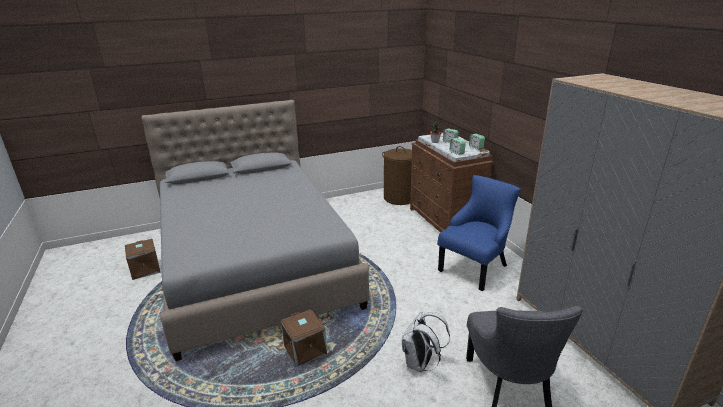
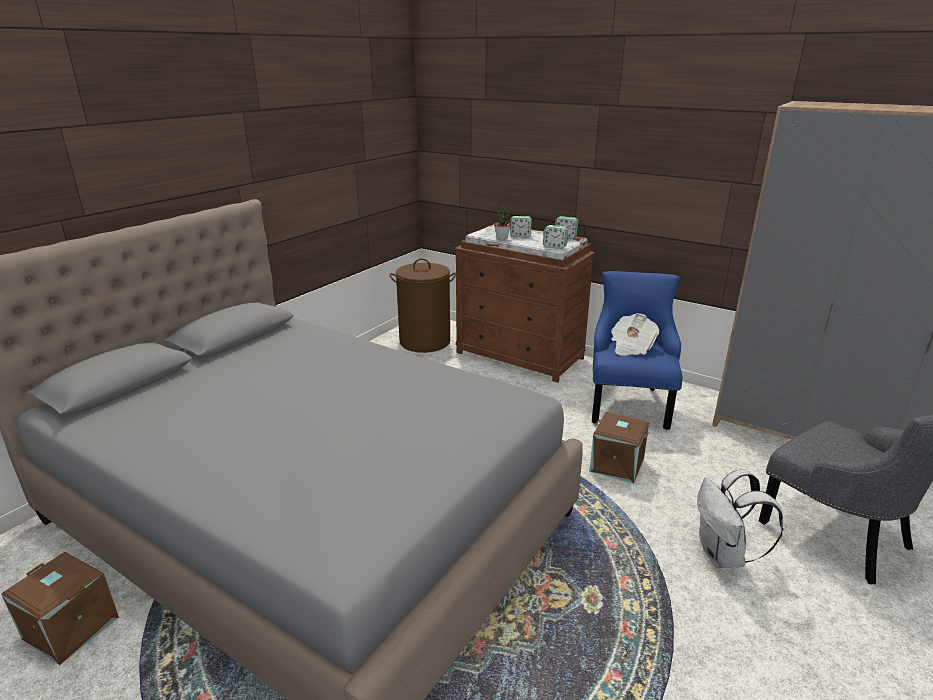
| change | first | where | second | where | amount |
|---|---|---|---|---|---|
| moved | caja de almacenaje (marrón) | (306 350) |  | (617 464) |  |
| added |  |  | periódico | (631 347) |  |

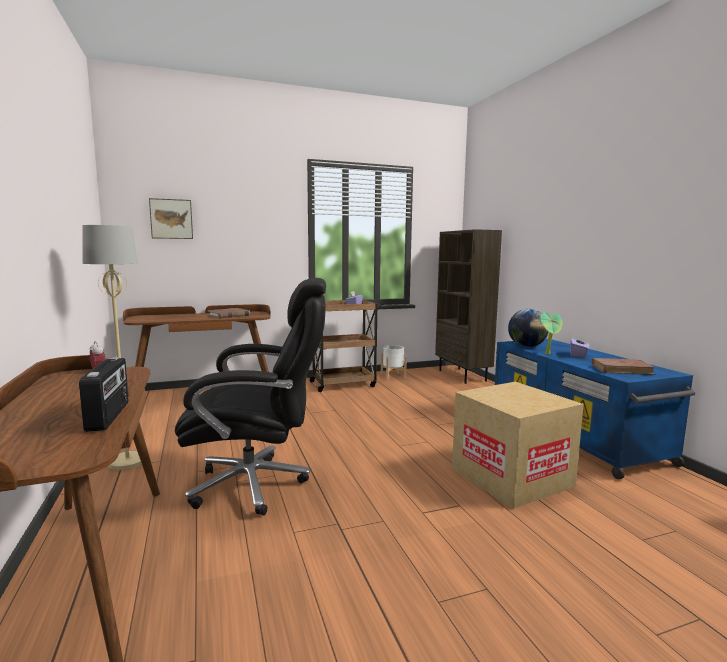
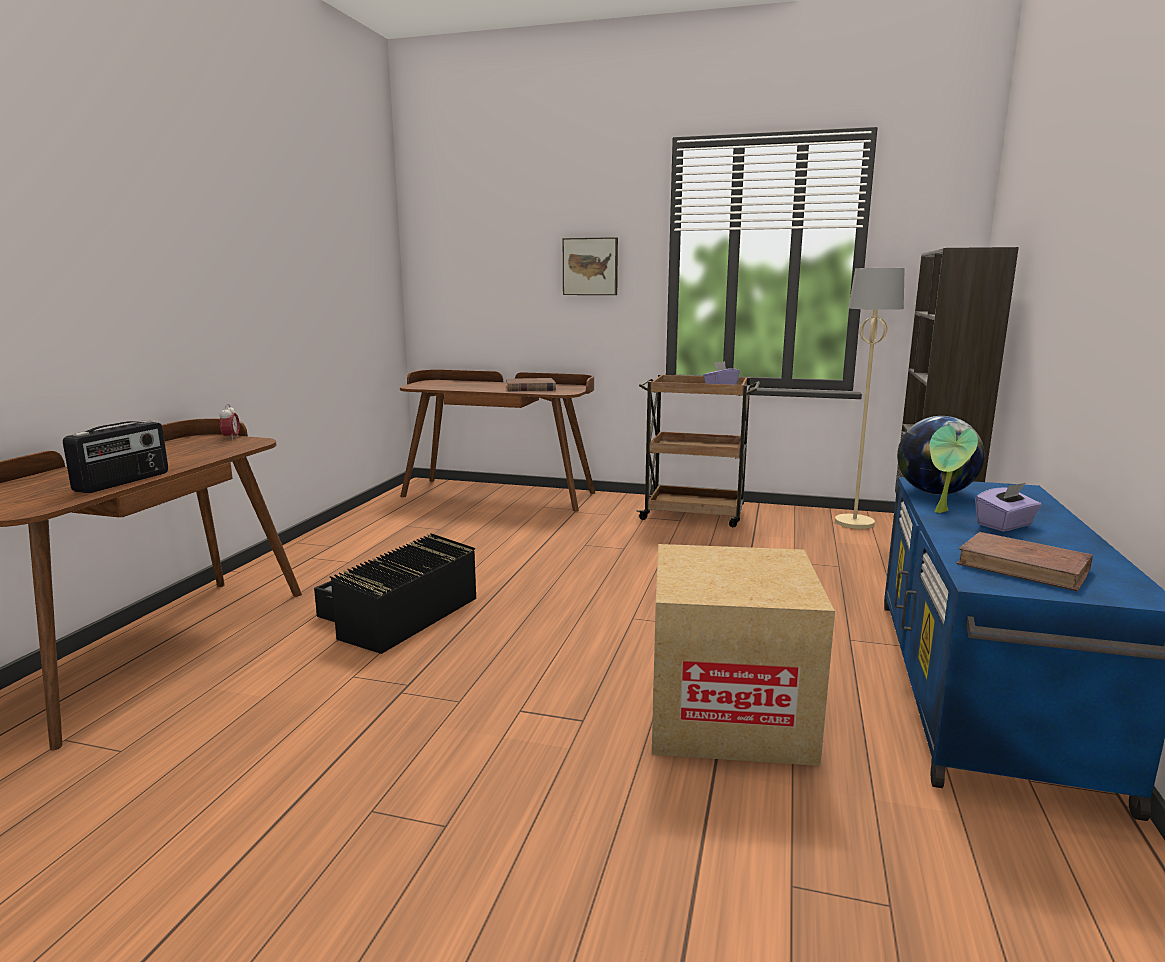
| change | first | where | second | where | amount |
|---|---|---|---|---|---|
| moved | lámpara de pie (beis) | (127 461) |  | (854 523) |  |
| moved | cuadro | (171 219) |  | (590 266) |  |
| replaced | silla de oficina (negro) | (257 485) | caja de almacenaje (negro) | (395 615) |  |
| removed | maceta (blanco) | (393 376) |  |  |  |

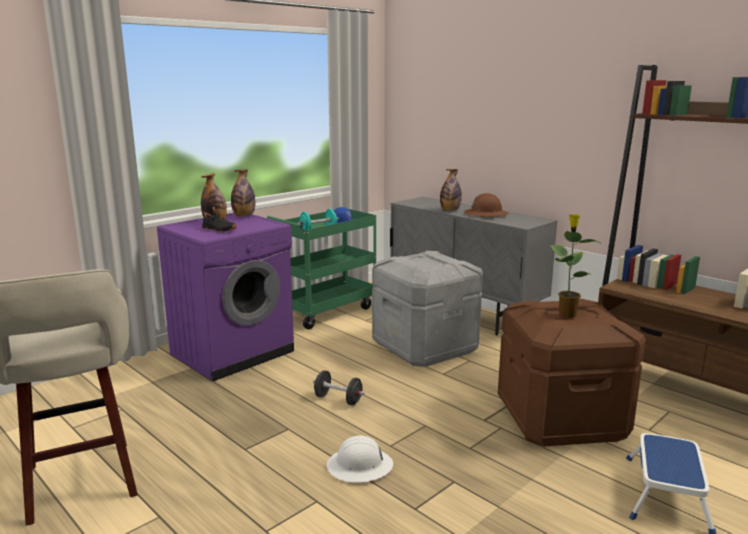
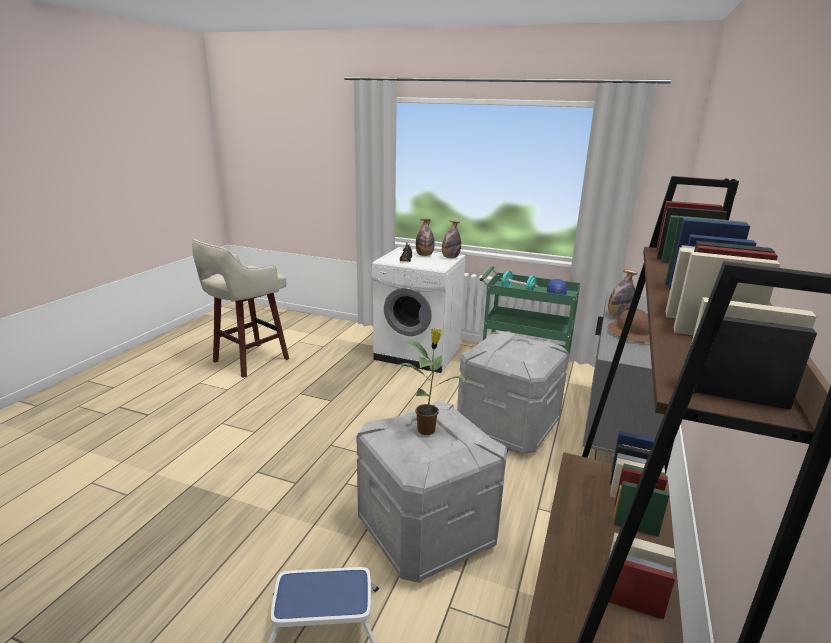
| change | first | where | second | where | amount |
|---|---|---|---|---|---|
| recoloured | lavadora (morado) | (234 353) | lavadora (blanco) | (417 354) |  |
| removed | mancuerna (negro) | (338 399) |  |  |  |
| removed | casco (blanco) | (360 466) |  |  |  |
| recoloured | caja de almacenaje (marrón) | (561 419) | caja de almacenaje (gris) | (427 532) |  |

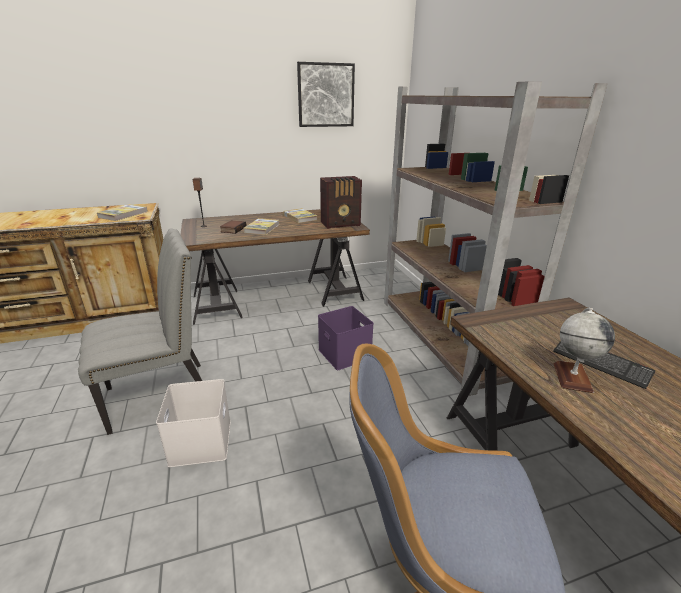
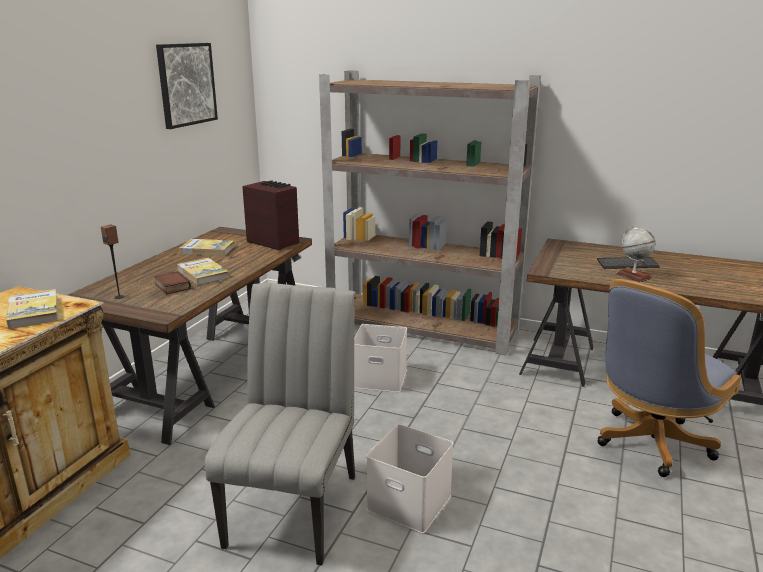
| change | first | where | second | where | amount |
|---|---|---|---|---|---|
| recoloured | caja de almacenaje (morado) | (346 354) | caja de almacenaje (blanco) | (381 377) |  |
| turned | radio | (341 224) |  | (273 242) | 75 degrees counterclockwise |

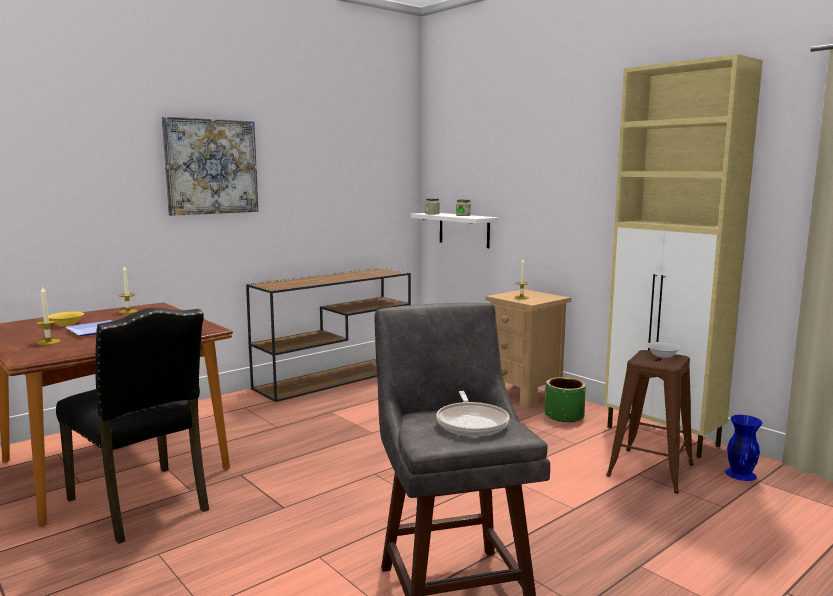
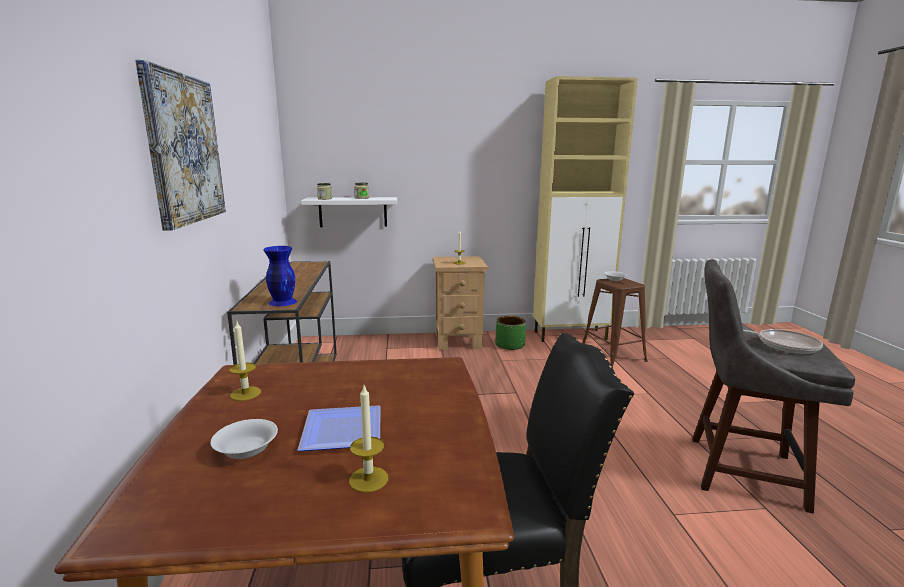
| change | first | where | second | where | amount |
|---|---|---|---|---|---|
| recoloured | cuenco (amarillo) | (66 324) | cuenco (blanco) | (246 450) |  |
| moved | florero (azul) | (740 474) |  | (282 302) |  |

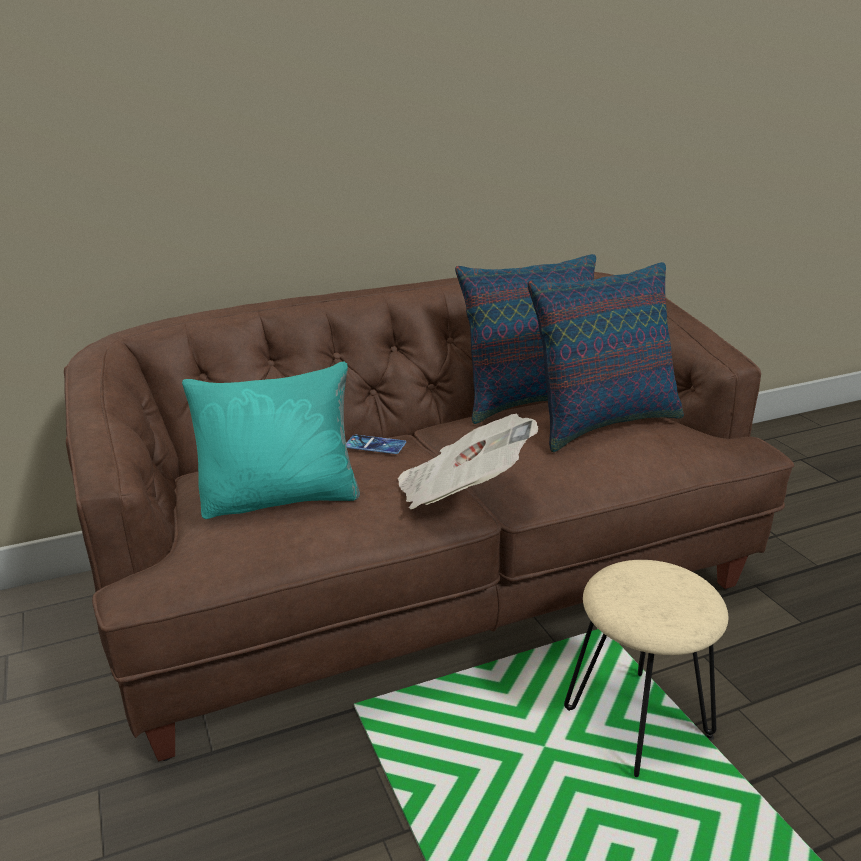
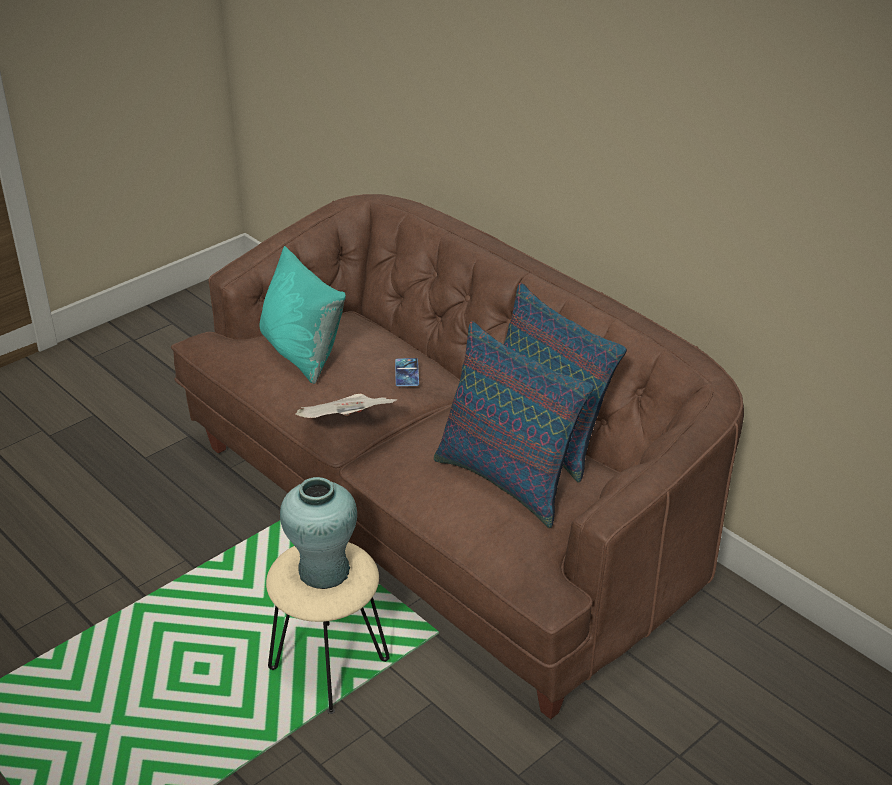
| change | first | where | second | where | amount |
|---|---|---|---|---|---|
| added |  |  | florero (turquesa) | (323 571) |  |

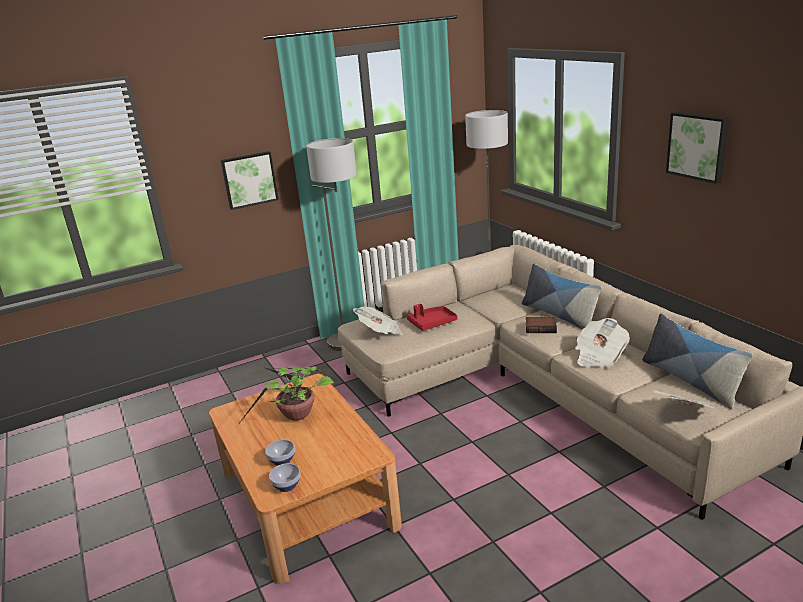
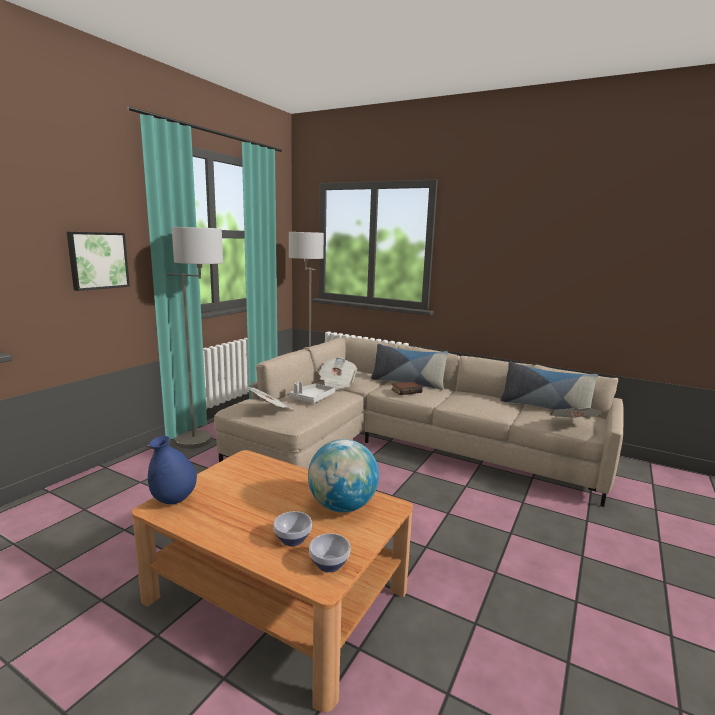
| change | first | where | second | where | amount |
|---|---|---|---|---|---|
| removed | planta en maceta | (296 417) |  |  |  |
| recoloured | bandeja (rojo) | (432 323) | bandeja (gris) | (312 398) |  |
| moved | periódico | (599 356) |  | (336 384) |  |
| removed | cuadro | (698 146) |  |  |  |
| added |  |  | florero (azul) | (174 500) |  |
| added |  |  | globo terráqueo | (342 506) |  |

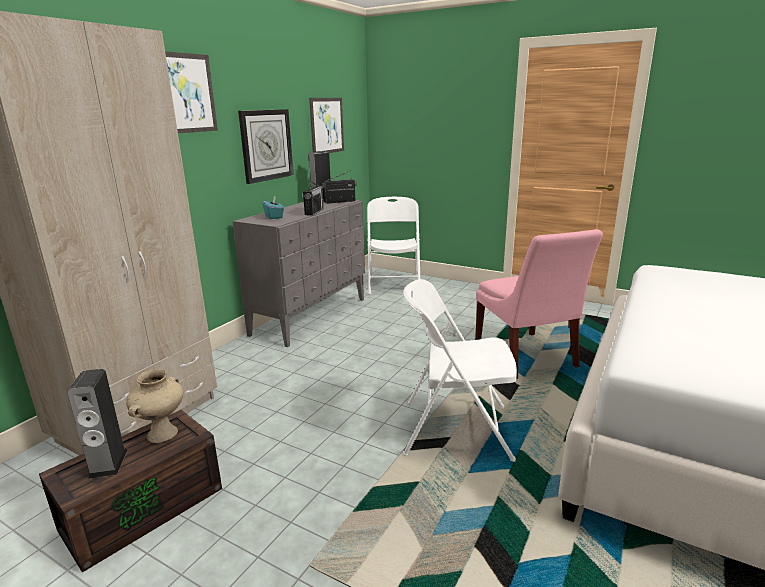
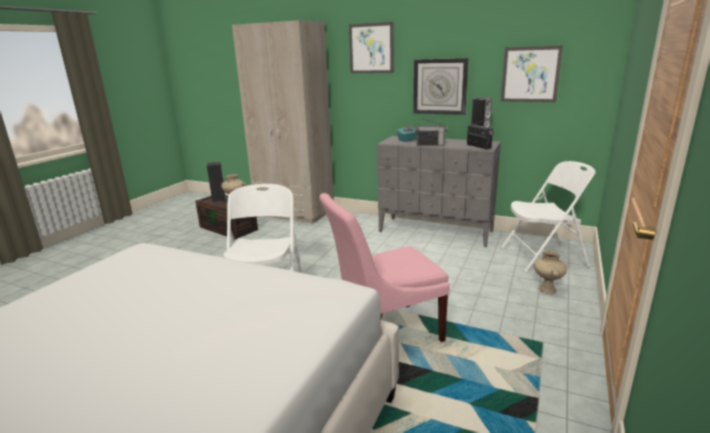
| change | first | where | second | where | amount |
|---|---|---|---|---|---|
| added |  |  | florero (beis) | (546 289) |  |

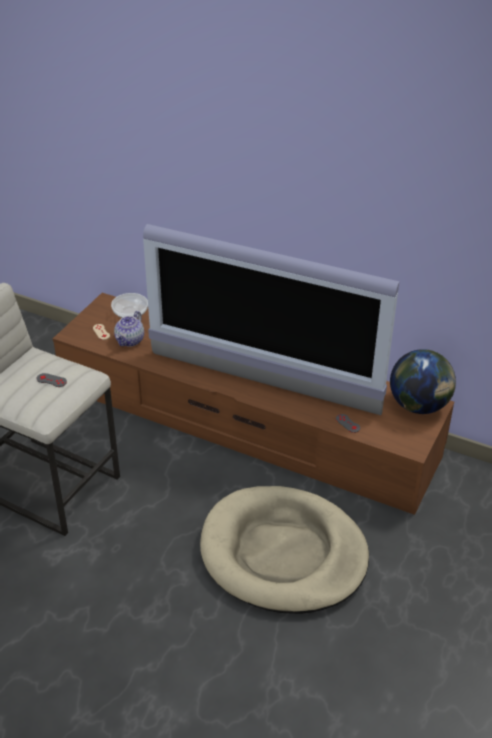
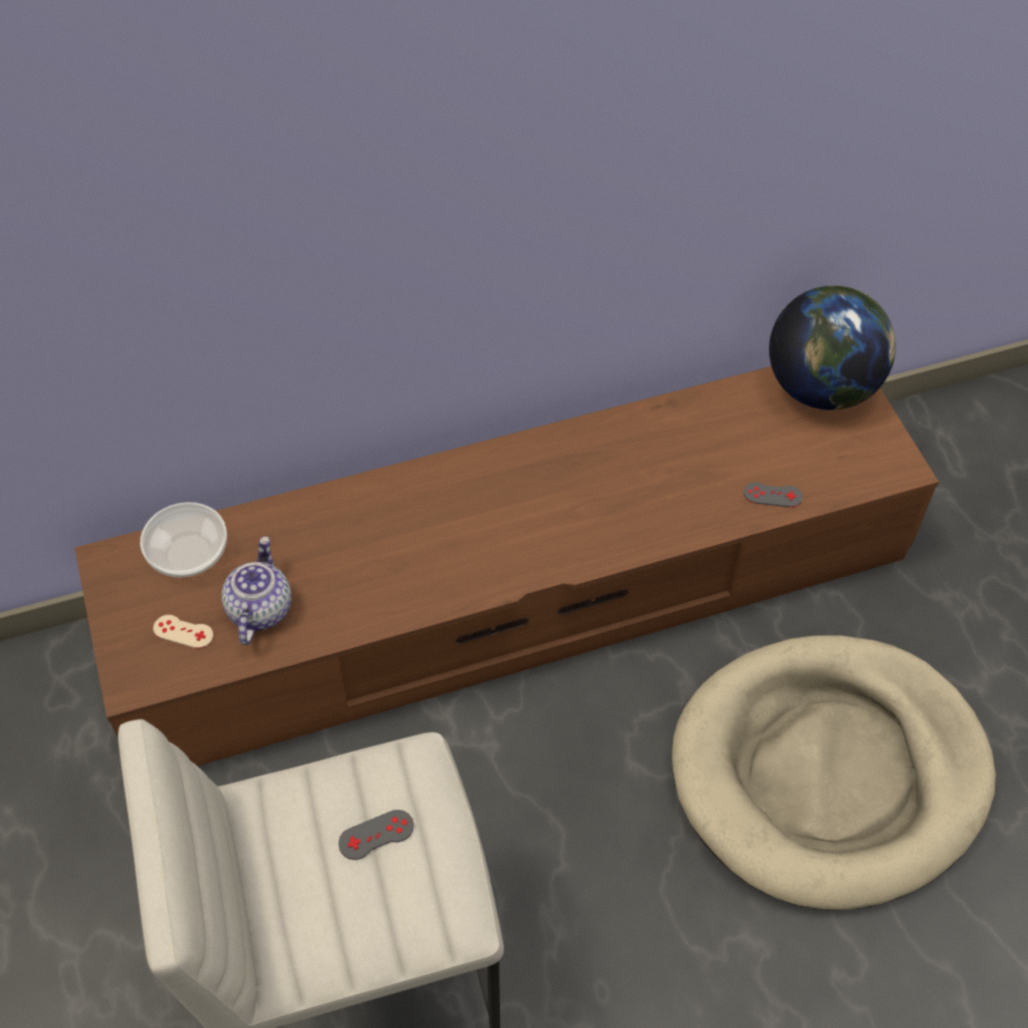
| change | first | where | second | where | amount |
|---|---|---|---|---|---|
| turned | tetera | (130 340) |  | (259 609) | 150 degrees counterclockwise |
| removed | televisor | (262 384) |  |  |  |

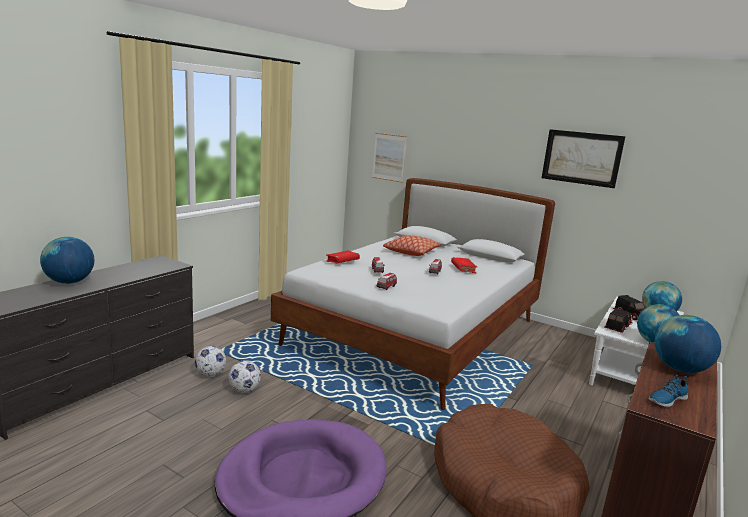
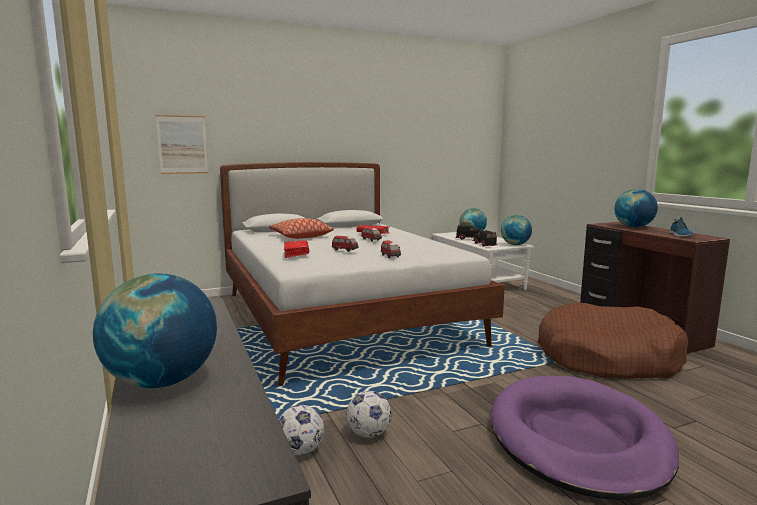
| change | first | where | second | where | amount |
|---|---|---|---|---|---|
| removed | cuadro | (581 158) |  |  |  |

